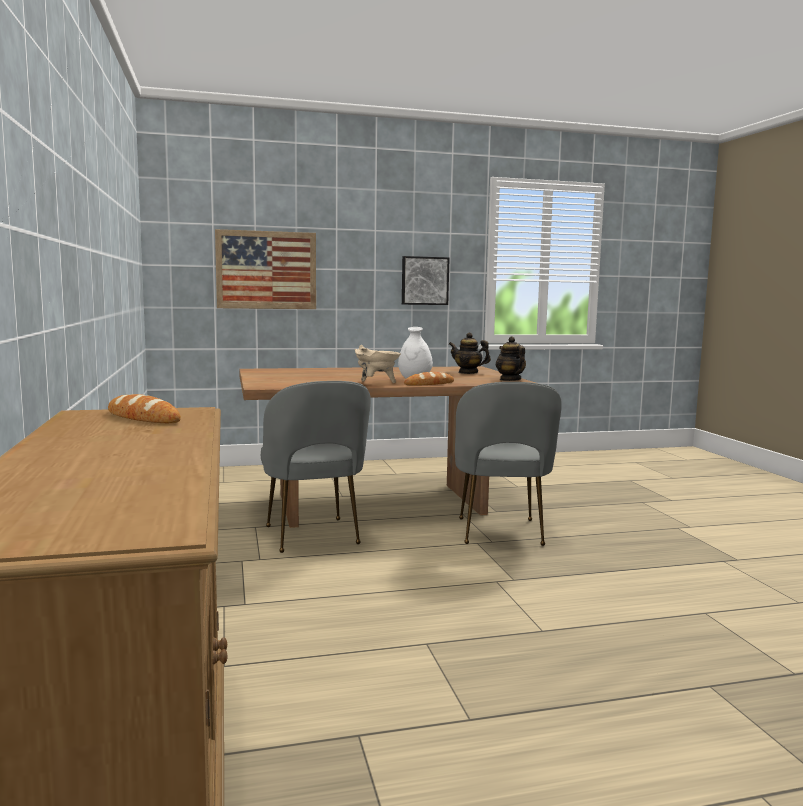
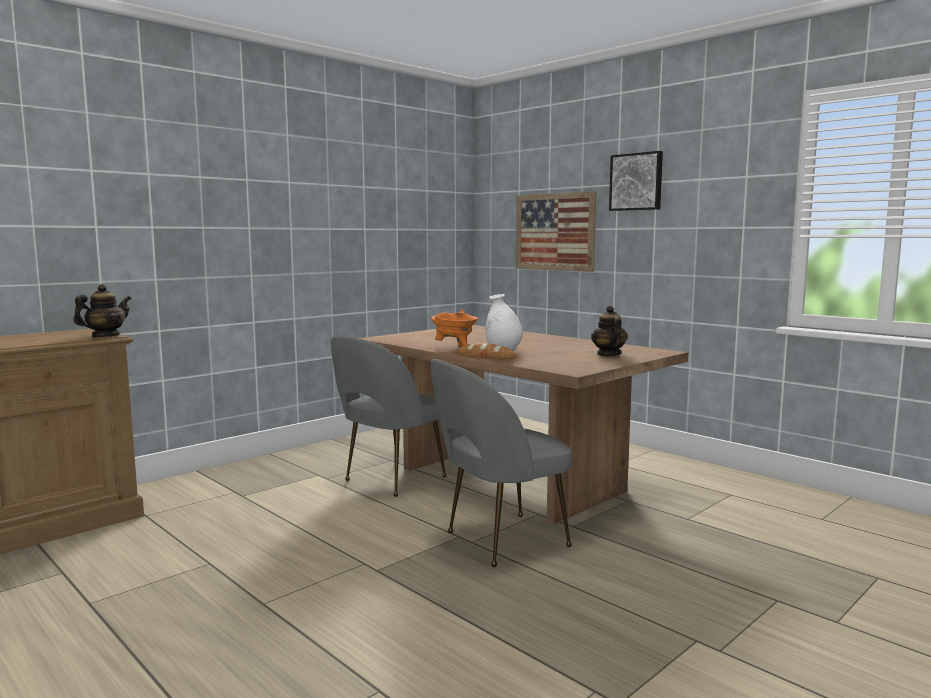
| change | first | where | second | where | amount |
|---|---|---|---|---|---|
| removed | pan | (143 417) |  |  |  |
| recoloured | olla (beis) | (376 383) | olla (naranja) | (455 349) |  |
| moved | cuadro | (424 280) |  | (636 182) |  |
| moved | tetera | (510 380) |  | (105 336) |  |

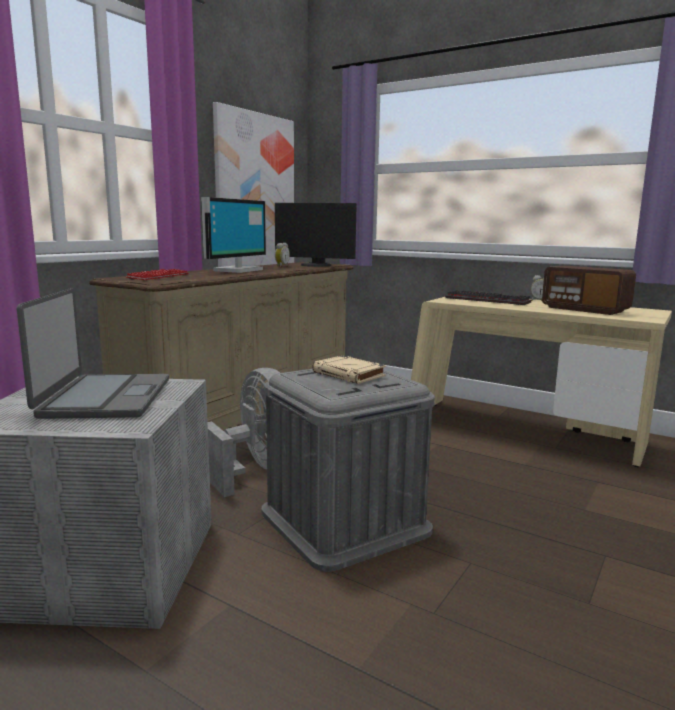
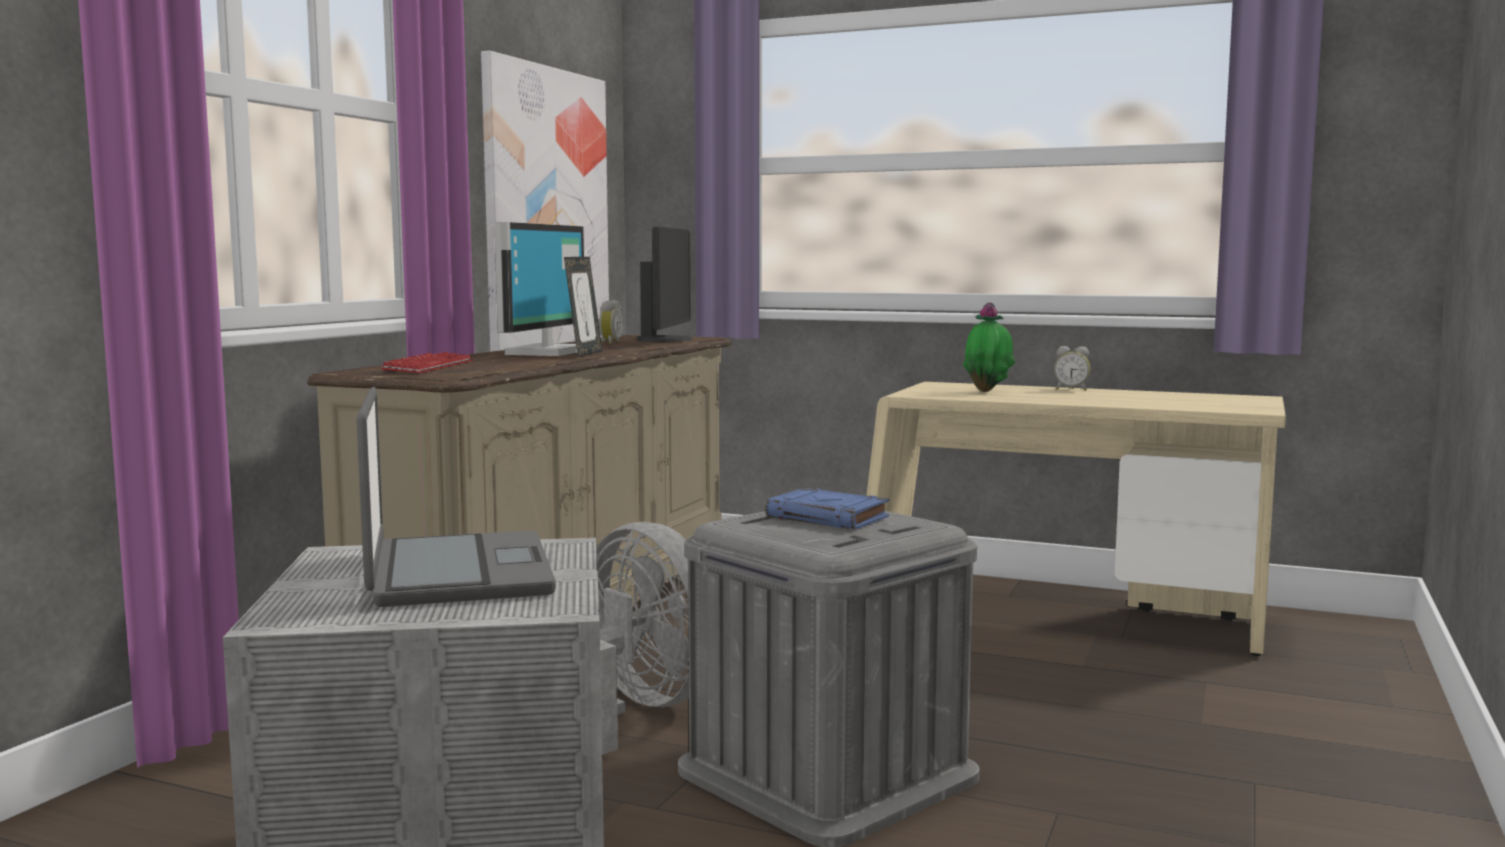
| change | first | where | second | where | amount |
|---|---|---|---|---|---|
| turned | monitor | (315 265) |  | (667 340) | 90 degrees counterclockwise |
| recoloured | libro (beis) | (349 374) | libro (azul) | (829 518) |  |
| replaced | teclado | (489 300) | planta en maceta | (988 391) |  |
| removed | radio | (585 309) |  |  |  |
| added |  |  | portarretratos | (584 354) |  |

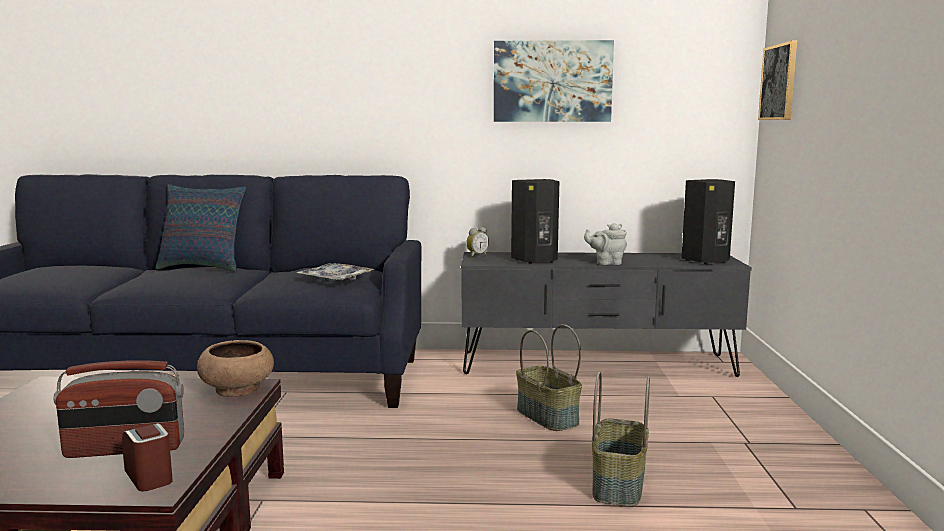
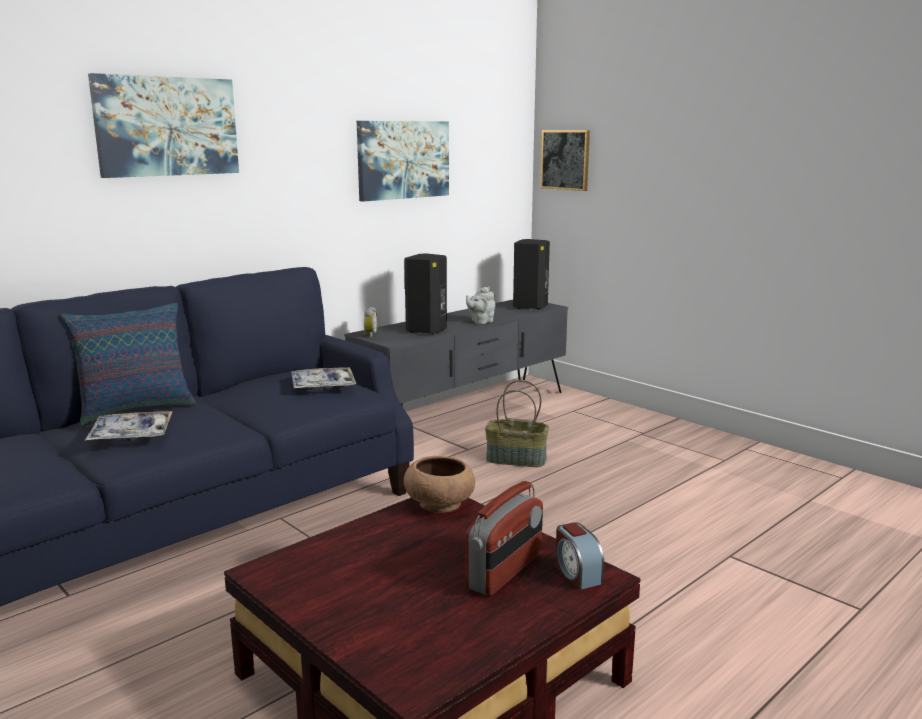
| change | first | where | second | where | amount |
|---|---|---|---|---|---|
| turned | despertador | (149 476) |  | (577 574) | 120 degrees counterclockwise |
| removed | cesta | (619 485) |  |  |  |
| added |  |  | bandeja | (131 435) |  |
| added |  |  | cuadro | (167 126) |  |

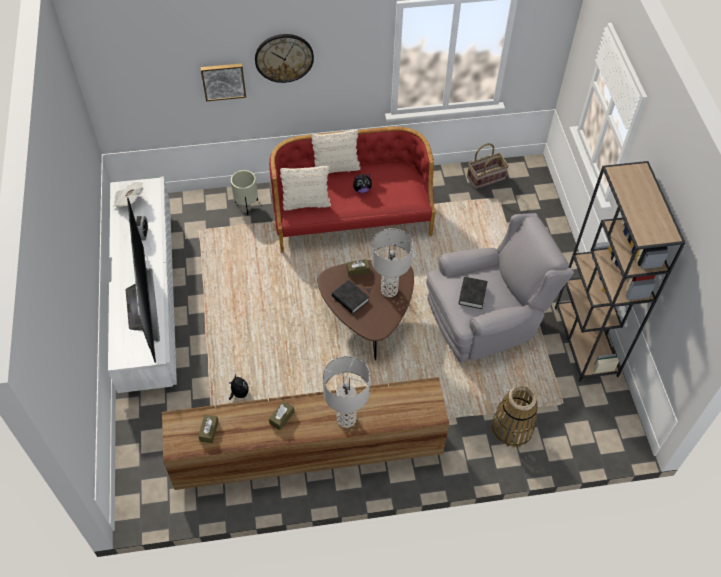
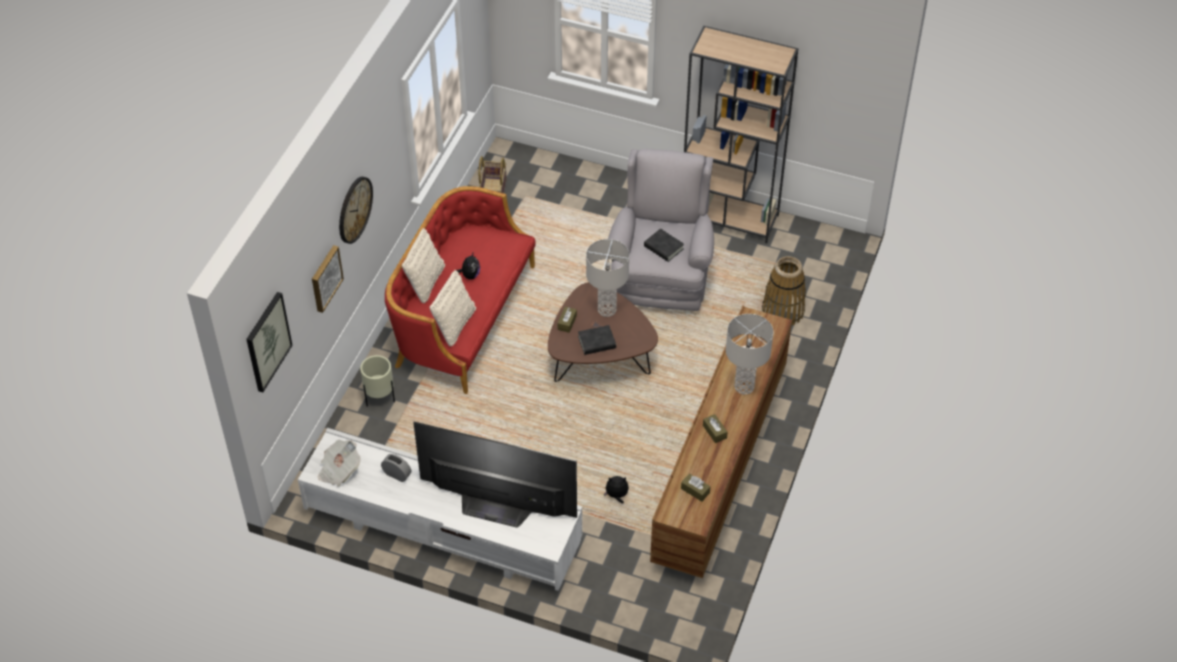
| change | first | where | second | where | amount |
|---|---|---|---|---|---|
| added |  |  | cuadro | (267 341) |  |

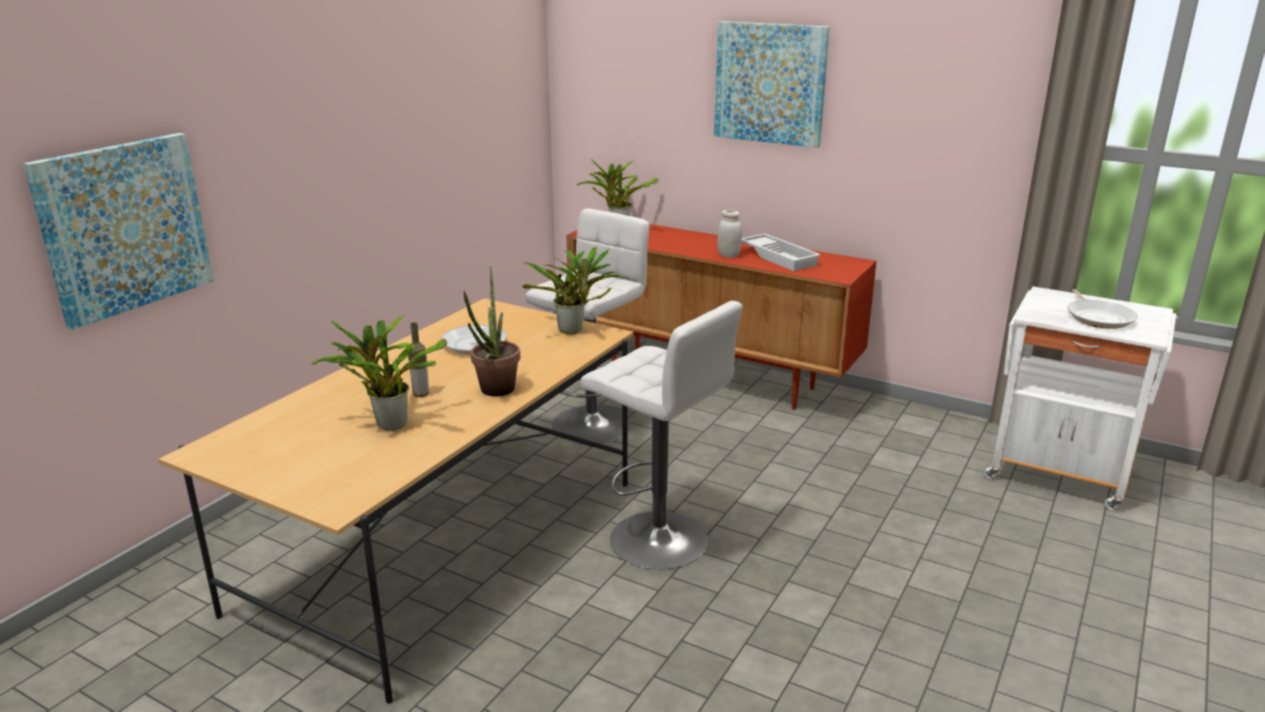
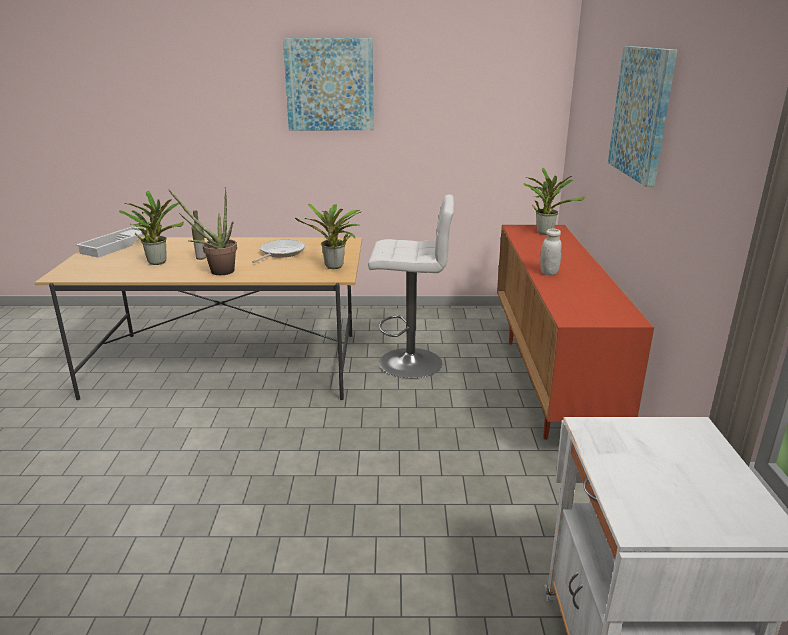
| change | first | where | second | where | amount |
|---|---|---|---|---|---|
| moved | cuadro | (124 227) |  | (329 85) |  |
| removed | taburete (blanco) | (659 541) |  |  |  |
| moved | bandeja (blanco) | (780 257) |  | (116 246) |  |
| removed | sartén | (1098 317) |  |  |  |

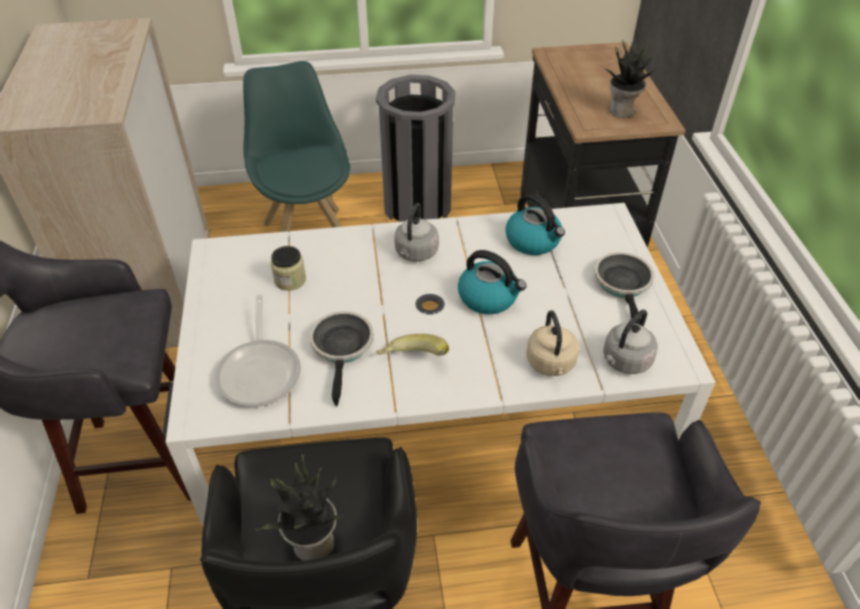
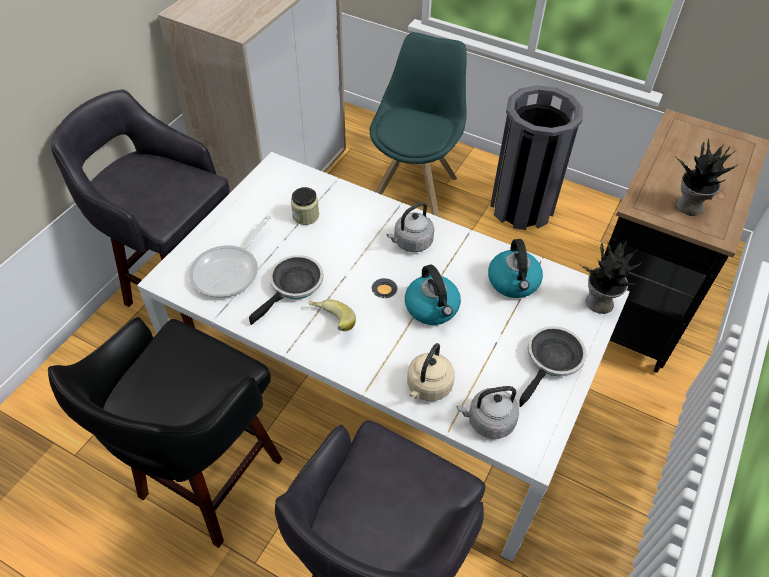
| change | first | where | second | where | amount |
|---|---|---|---|---|---|
| moved | planta en maceta | (313 544) |  | (598 303) |  |

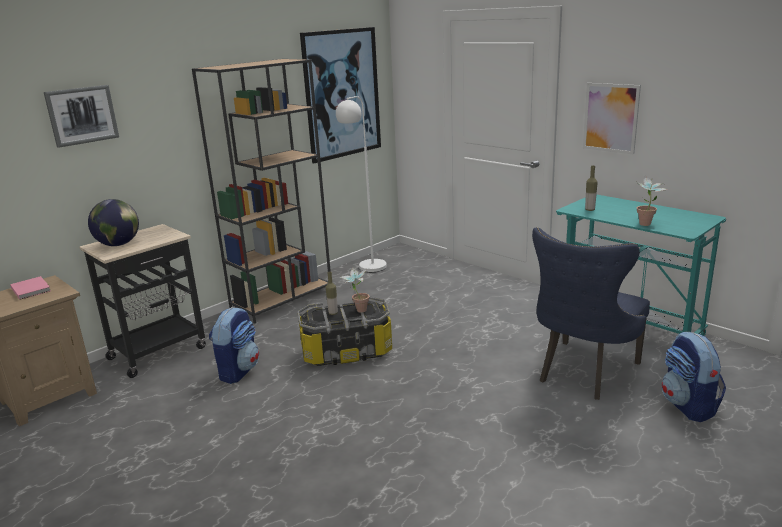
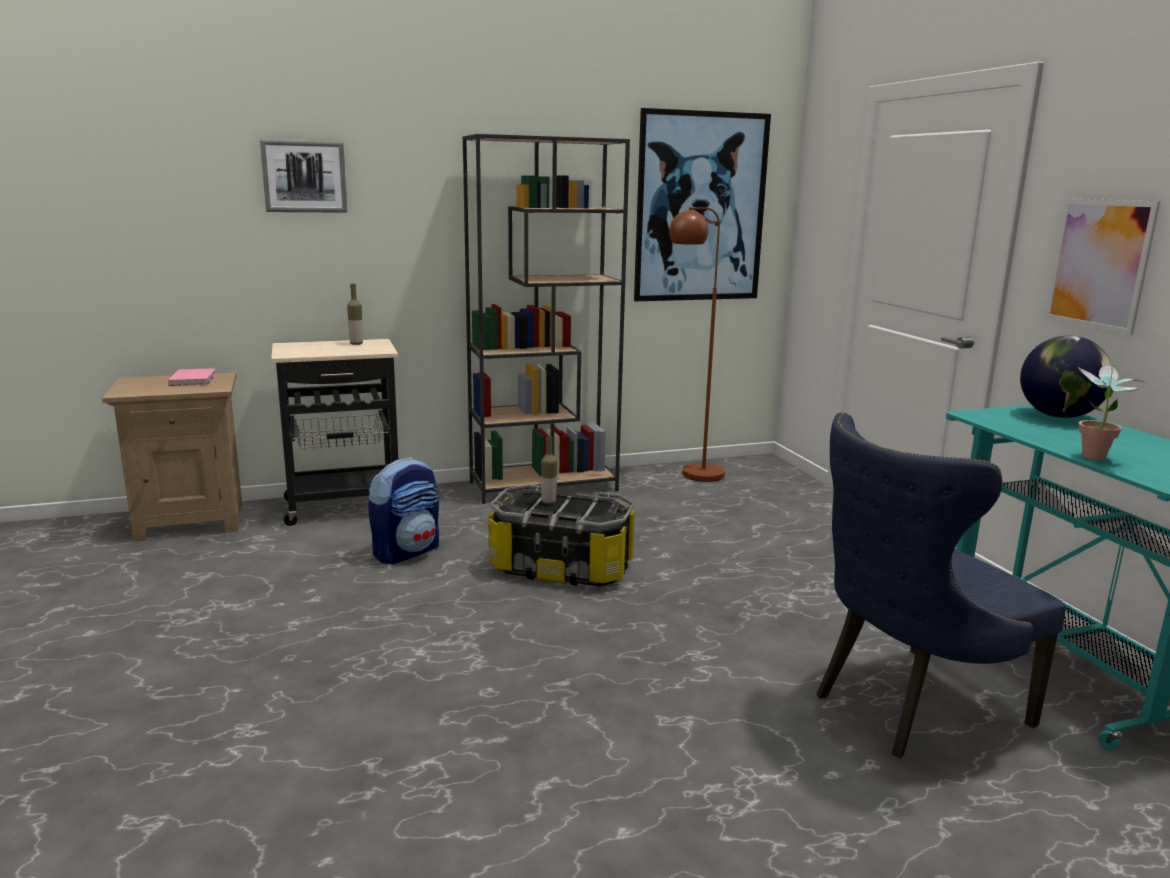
| change | first | where | second | where | amount |
|---|---|---|---|---|---|
| moved | globo terráqueo | (118 244) |  | (1058 416) |  |
| recoloured | lámpara de pie (blanco) | (368 270) | lámpara de pie (marrón) | (692 477) |  |
| removed | planta en maceta | (357 311) |  |  |  |
| moved | botella | (589 210) |  | (356 344) |  |
| removed | mochila | (688 406) |  |  |  |

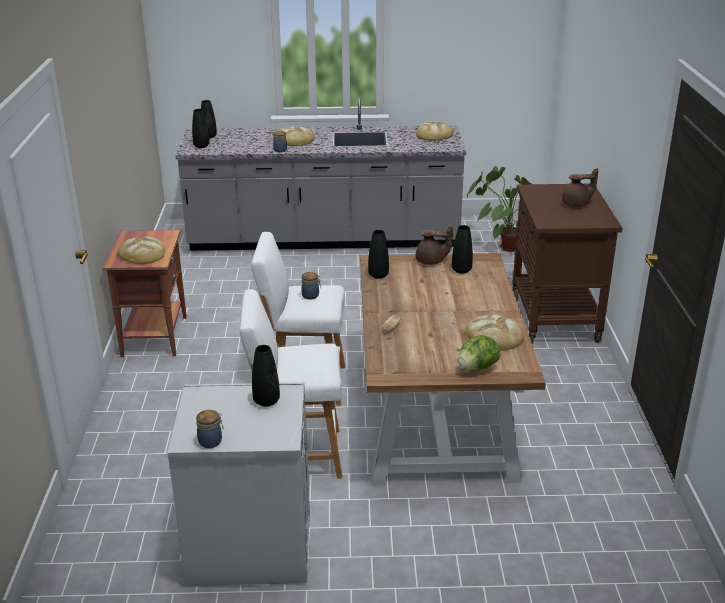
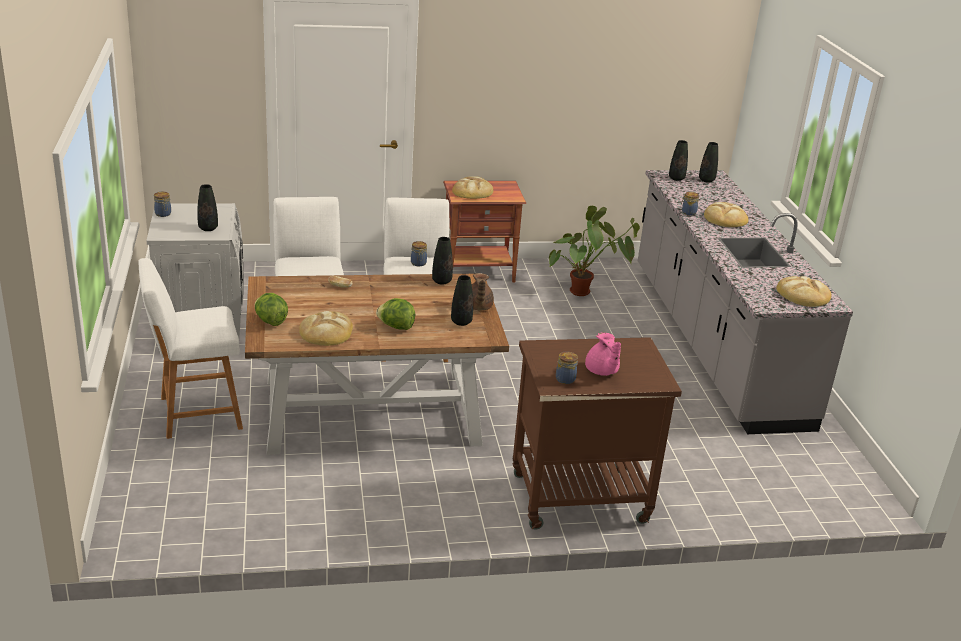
| change | first | where | second | where | amount |
|---|---|---|---|---|---|
| moved | planta en maceta | (502 244) |  | (586 289) |  |
| recoloured | tetera (marrón) | (577 204) | tetera (rosa) | (602 371) |  |
| added |  |  | taburete (blanco) | (195 413) |  |
| added |  |  | lechuga | (396 327) |  |
| added |  |  | tarro | (565 379) |  |

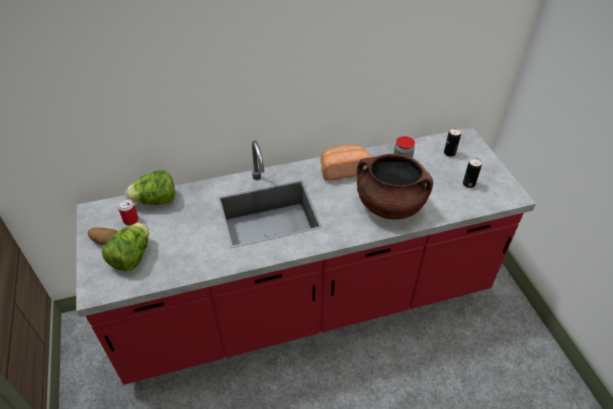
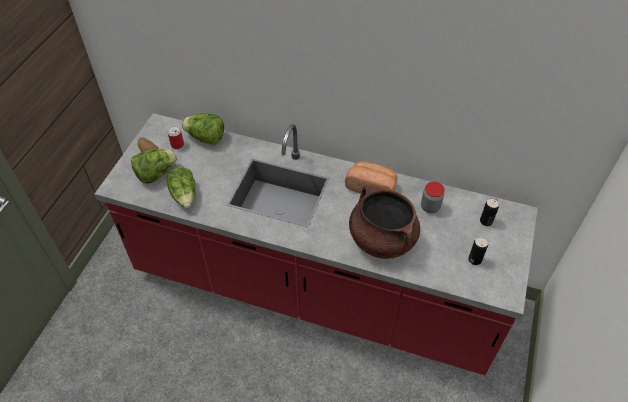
| change | first | where | second | where | amount |
|---|---|---|---|---|---|
| added |  |  | lechuga | (185 195) |  |

